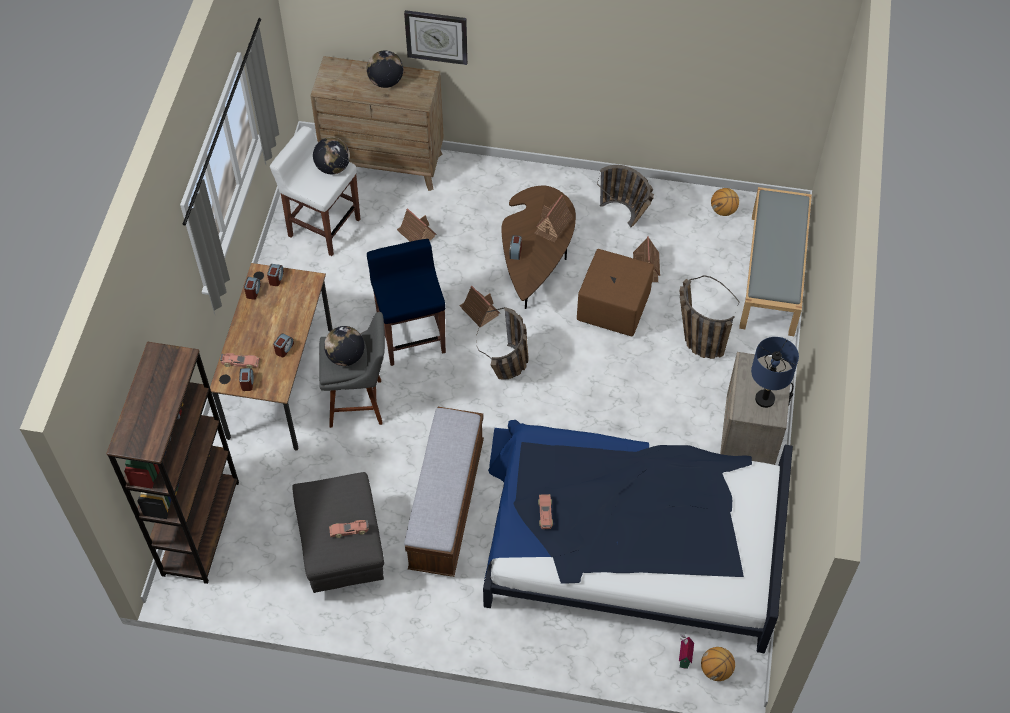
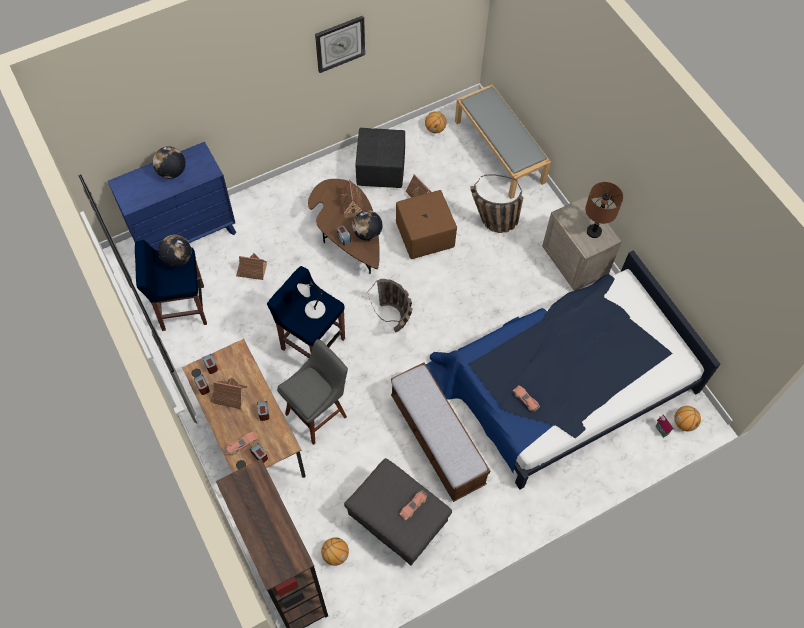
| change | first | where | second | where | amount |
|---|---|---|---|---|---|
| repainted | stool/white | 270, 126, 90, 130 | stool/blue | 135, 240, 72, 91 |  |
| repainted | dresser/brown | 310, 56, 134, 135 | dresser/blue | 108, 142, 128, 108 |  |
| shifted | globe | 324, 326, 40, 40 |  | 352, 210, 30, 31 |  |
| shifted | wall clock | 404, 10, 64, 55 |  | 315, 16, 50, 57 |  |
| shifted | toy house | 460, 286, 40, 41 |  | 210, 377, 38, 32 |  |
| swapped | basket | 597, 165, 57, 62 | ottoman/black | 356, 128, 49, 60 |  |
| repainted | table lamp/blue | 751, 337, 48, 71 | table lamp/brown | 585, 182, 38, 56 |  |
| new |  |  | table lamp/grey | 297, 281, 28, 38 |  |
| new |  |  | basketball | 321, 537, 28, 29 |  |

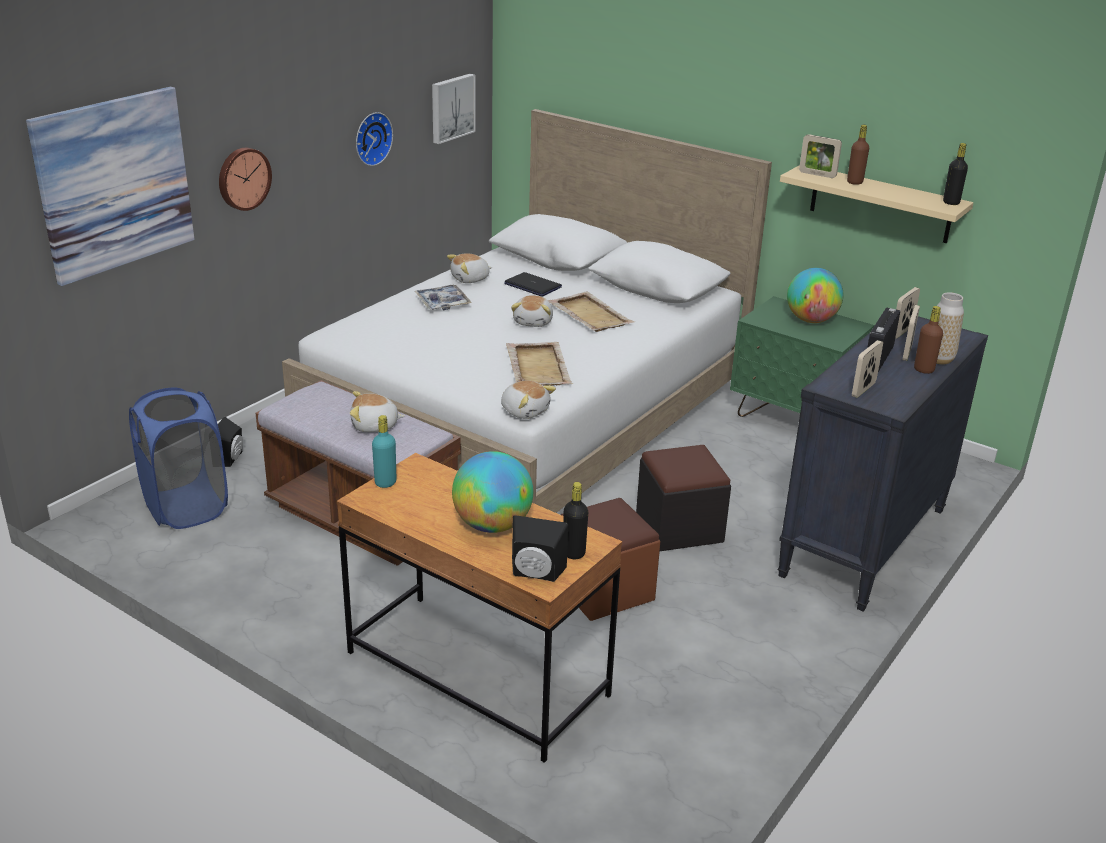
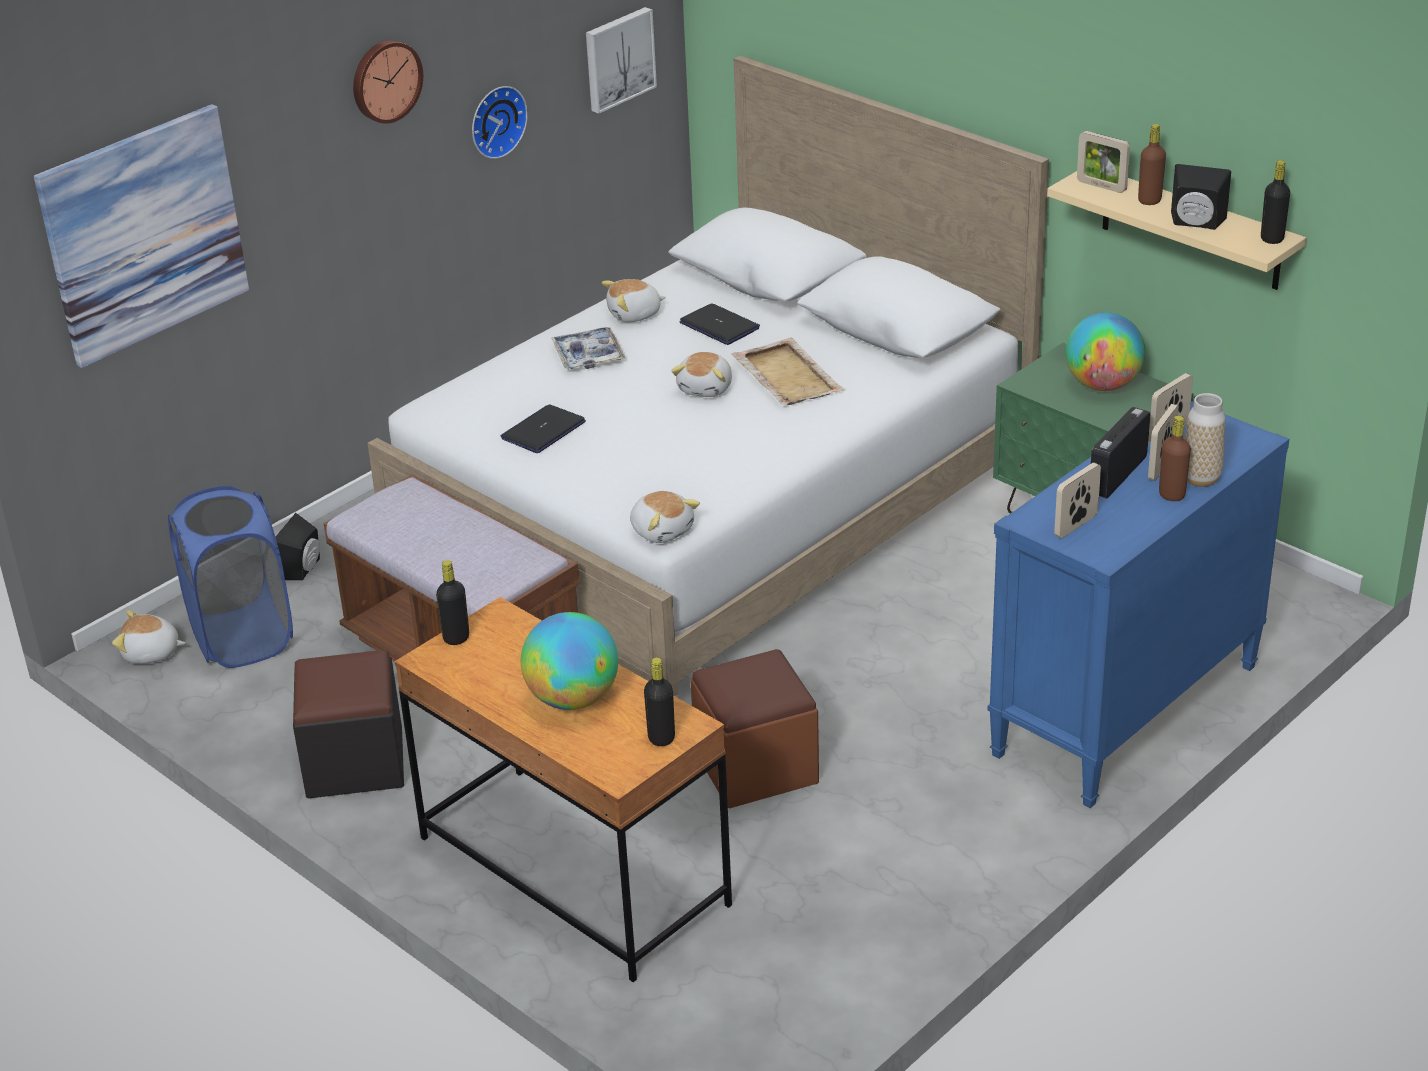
| change | first | where | second | where | amount |
|---|---|---|---|---|---|
| shifted | wall clock | 219, 148, 53, 63 |  | 353, 40, 70, 84 |  |
| shifted | plush toy | 350, 391, 55, 41 |  | 112, 610, 73, 54 |  |
| repainted | bottle/turquoise | 372, 415, 24, 73 | bottle/black | 436, 560, 33, 85 |  |
| gone | tray/beige | 506, 342, 67, 44 |  |  |  |
| shifted | speaker/black | 512, 515, 57, 67 |  | 1171, 164, 60, 66 |  |
| shifted | ottoman/black | 636, 445, 95, 106 |  | 293, 650, 111, 149 |  |
| repainted | dresser/black | 777, 316, 211, 295 | dresser/blue | 987, 401, 302, 407 |  |
| new |  |  | laptop | 500, 404, 86, 49 |  |

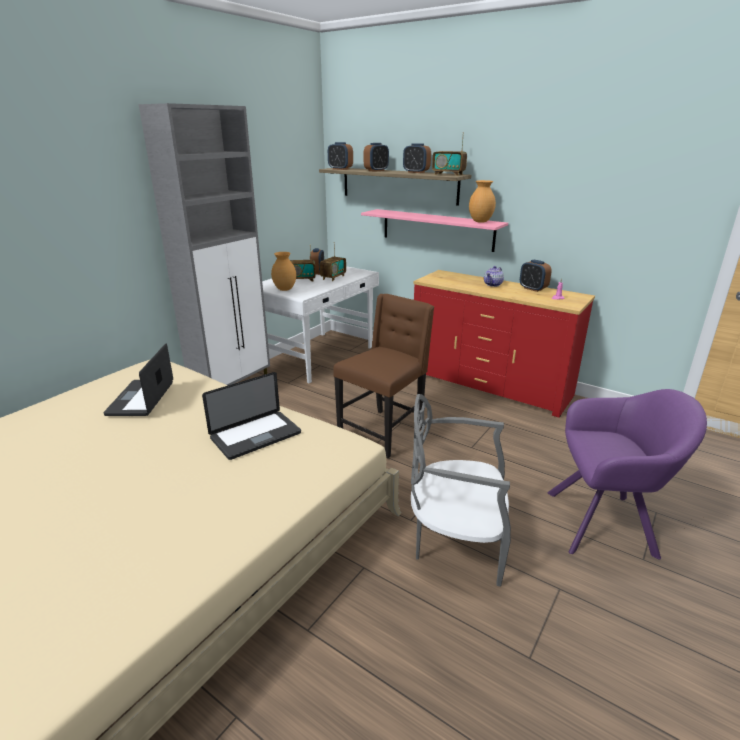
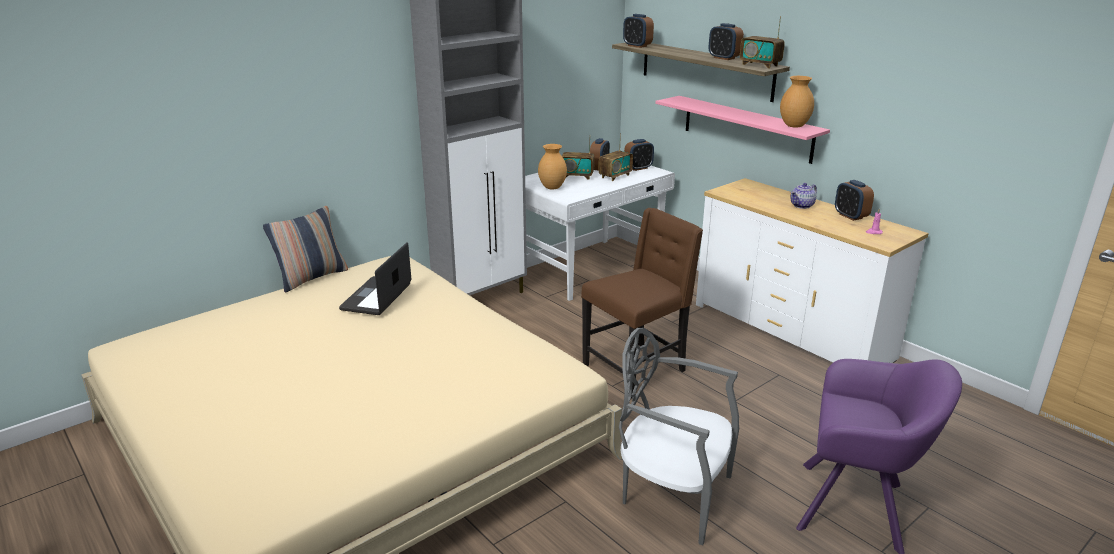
| change | first | where | second | where | amount |
|---|---|---|---|---|---|
| gone | laptop | 202, 372, 99, 88 |  |  |  |
| shifted | alarm clock | 364, 143, 25, 29 |  | 624, 139, 30, 32 |  |
| repainted | dresser/red | 413, 270, 182, 148 | dresser/white | 696, 178, 233, 185 |  |
| new |  |  | pillow | 263, 206, 85, 87 |  |

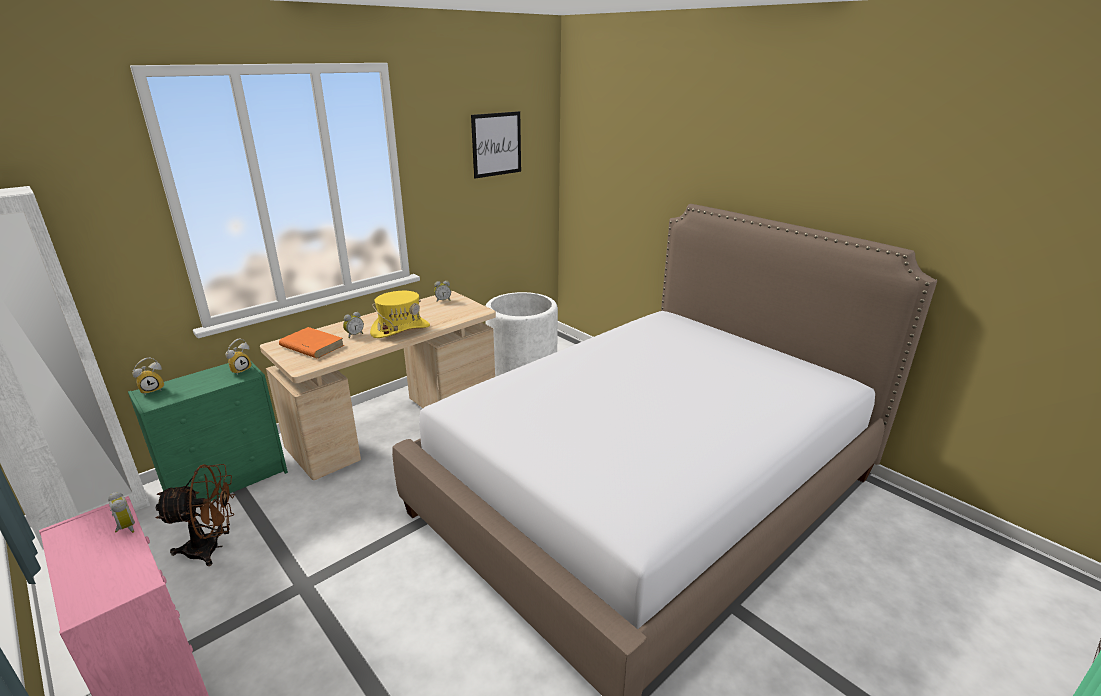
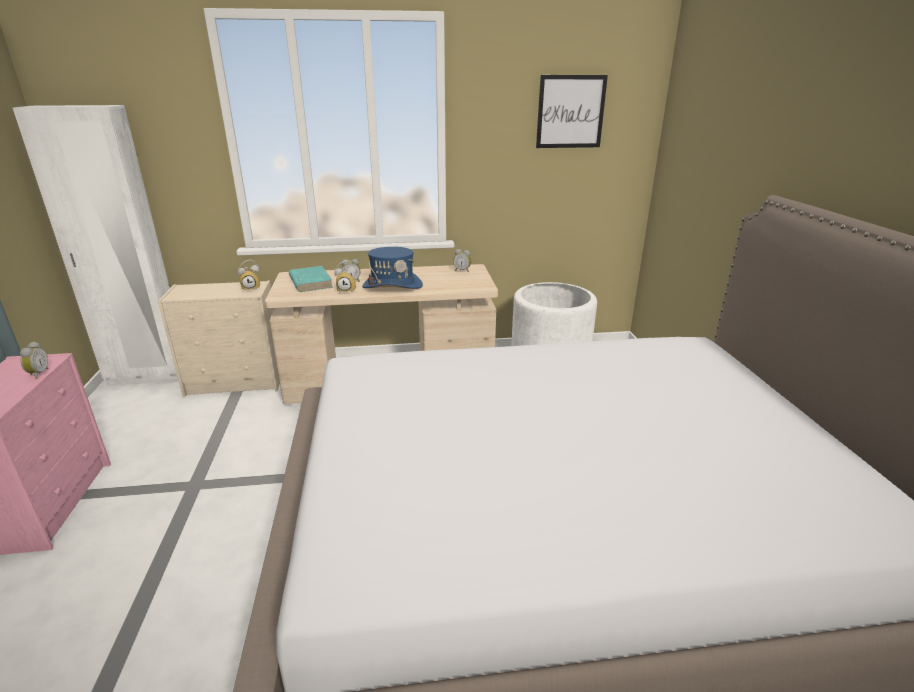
| change | first | where | second | where | amount |
|---|---|---|---|---|---|
| repainted | dresser/green | 128, 361, 160, 140 | dresser/beige | 158, 281, 122, 116 |  |
| shifted | alarm clock | 133, 357, 31, 38 |  | 334, 260, 23, 32 |  |
| gone | fan/brown | 155, 464, 80, 102 |  |  |  |
| repainted | book/orange | 279, 327, 65, 31 | book/turquoise | 289, 266, 44, 26 |  |
| repainted | hat/yellow | 370, 291, 60, 47 | hat/blue | 362, 247, 61, 42 |  |

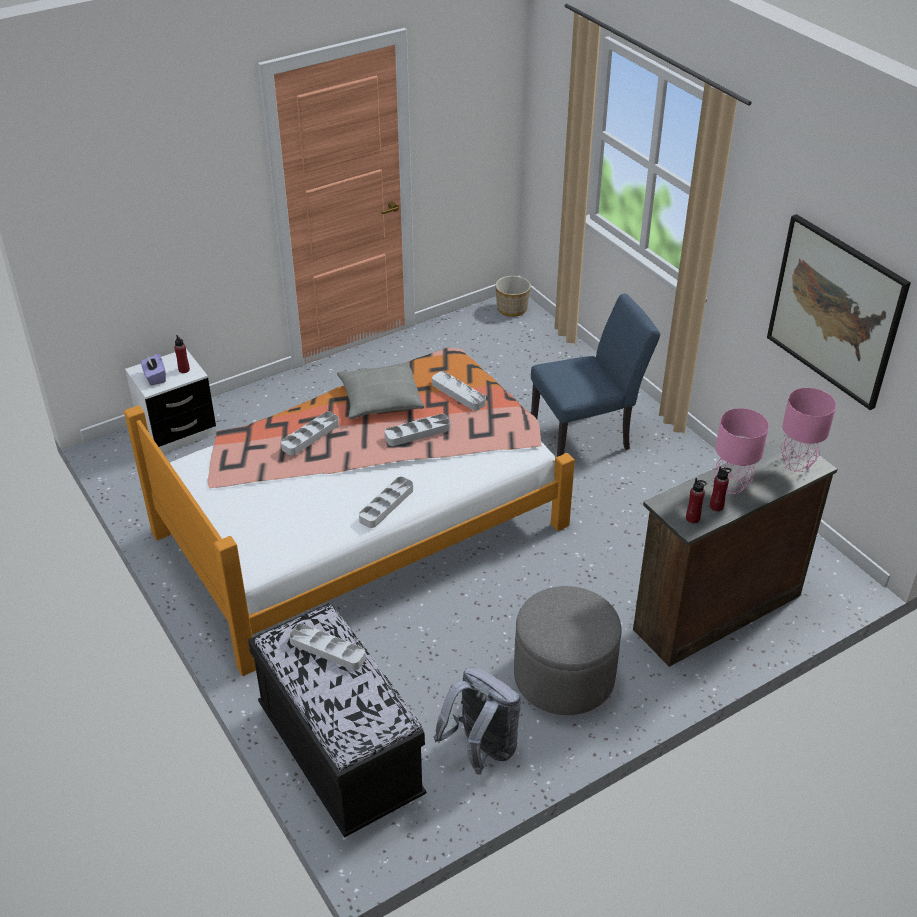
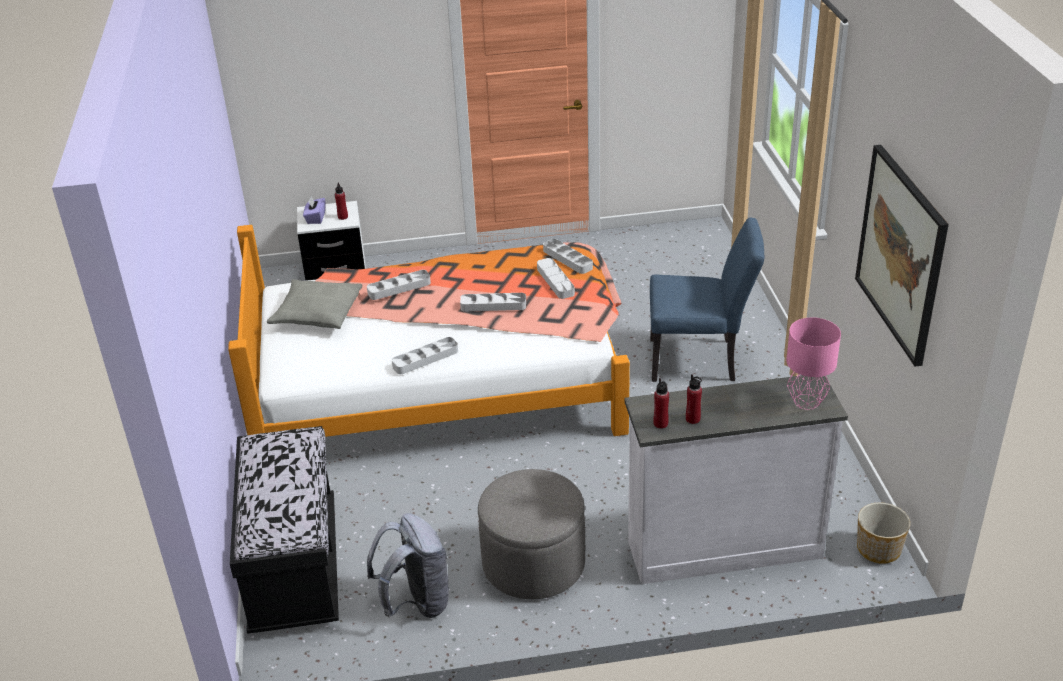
| change | first | where | second | where | amount |
|---|---|---|---|---|---|
| shifted | tray/grey | 289, 623, 77, 47 |  | 543, 239, 50, 35 |  |
| shifted | pillow/grey | 337, 362, 87, 57 |  | 267, 279, 95, 50 |  |
| shifted | planter | 495, 276, 36, 41 |  | 857, 502, 53, 62 |  |
| repainted | dresser/brown | 633, 435, 204, 232 | dresser/white | 624, 375, 224, 209 |  |
| gone | table lamp/pink | 715, 408, 54, 86 |  |  |  |

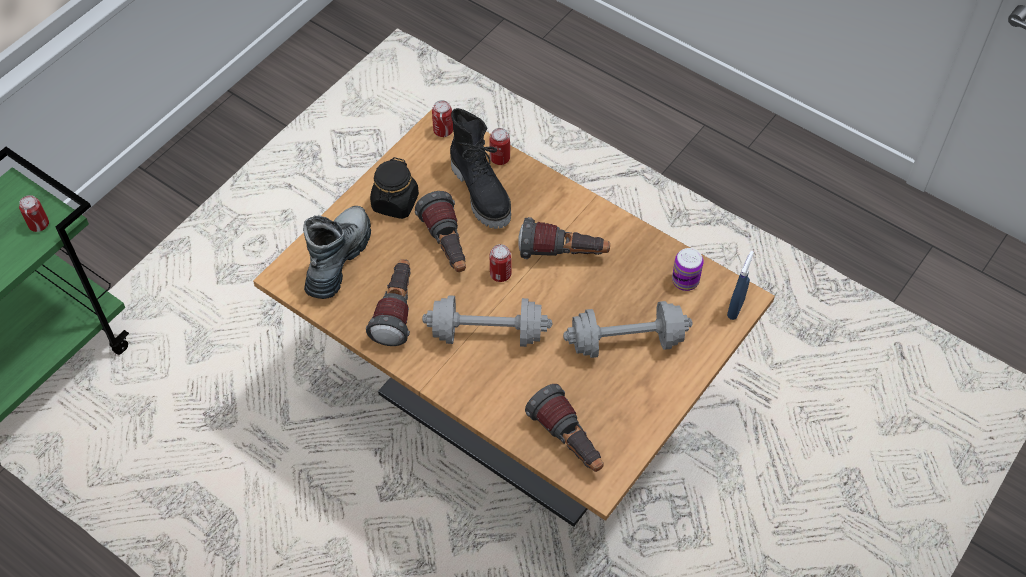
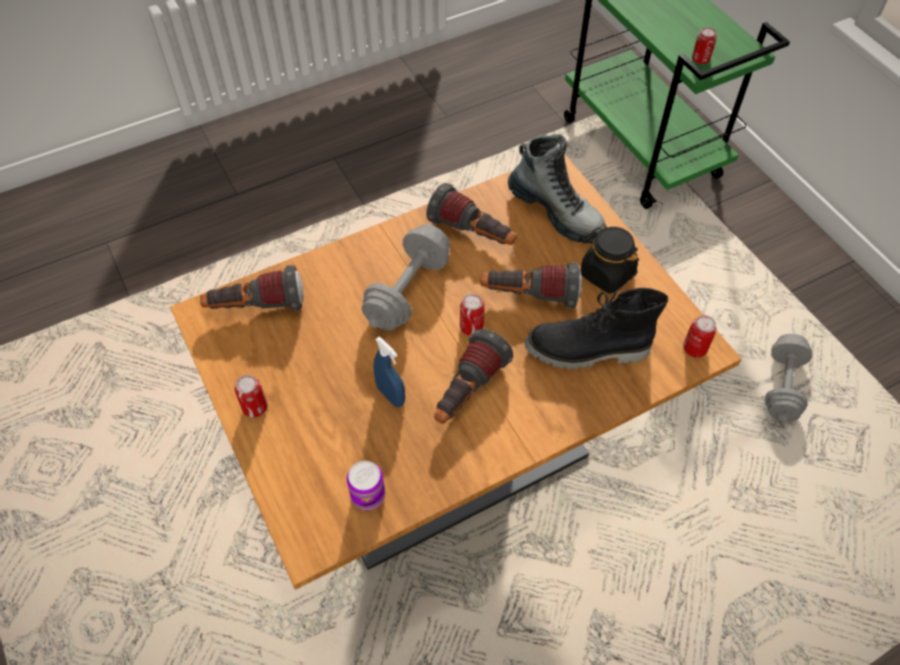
| change | first | where | second | where | amount |
|---|---|---|---|---|---|
| shifted | can | 490, 128, 20, 37 |  | 235, 375, 33, 43 |  |
| shifted | dumbbell/grey | 563, 301, 129, 57 |  | 765, 334, 47, 88 |  |
| shifted | spray bottle/blue | 727, 251, 26, 69 |  | 373, 336, 32, 71 |  |

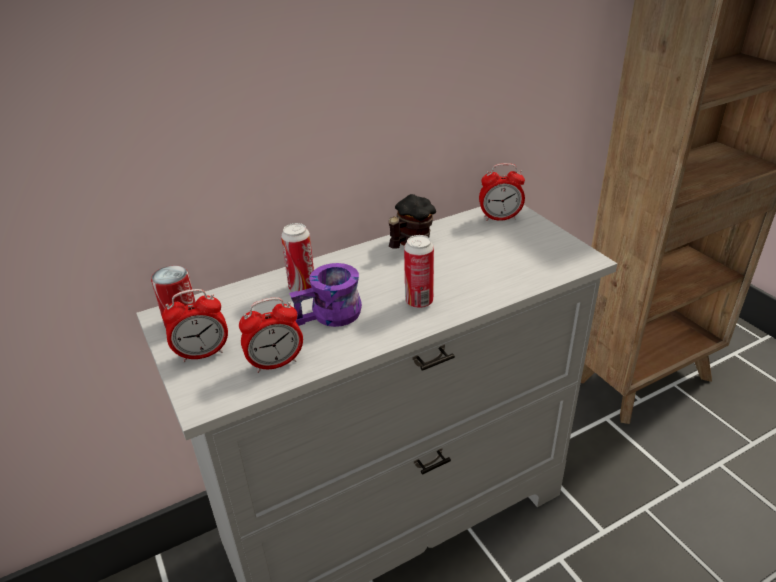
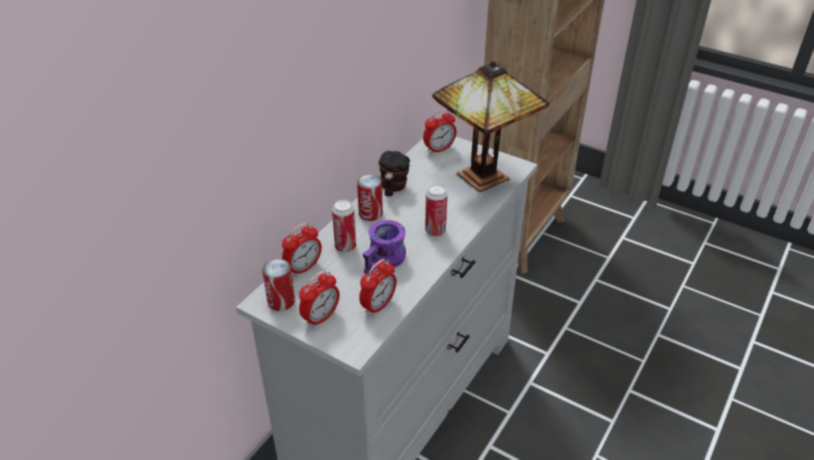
| change | first | where | second | where | amount |
|---|---|---|---|---|---|
| new |  |  | alarm clock | 282, 223, 40, 54 |  |
| new |  |  | can | 357, 174, 26, 47 |  |
| new |  |  | table lamp | 432, 60, 117, 132 |  |

